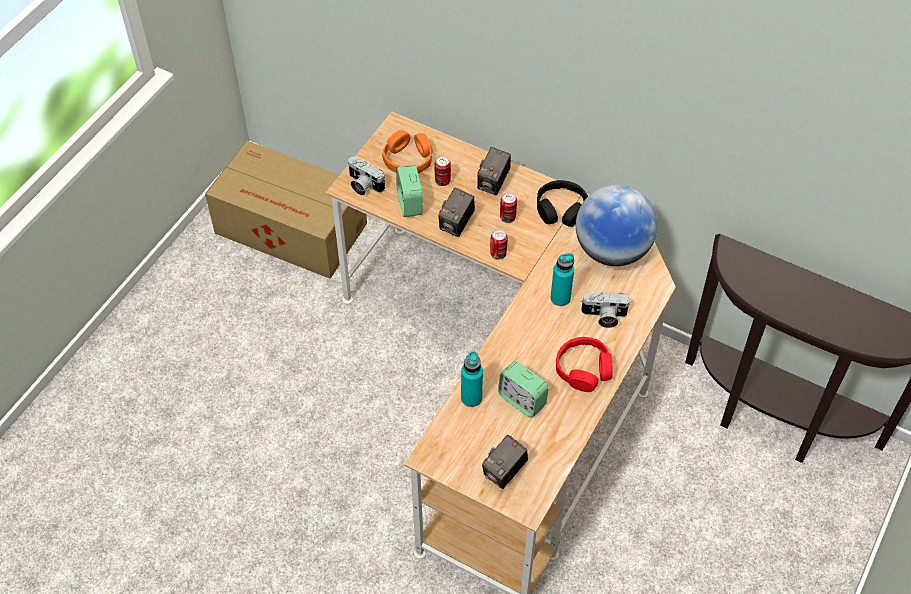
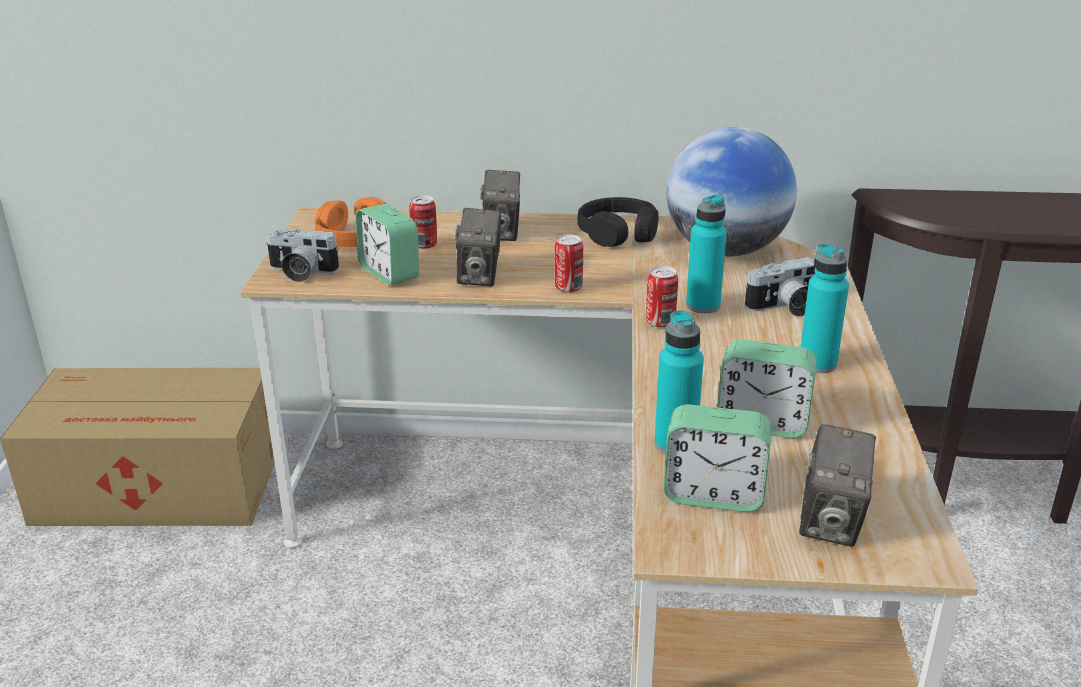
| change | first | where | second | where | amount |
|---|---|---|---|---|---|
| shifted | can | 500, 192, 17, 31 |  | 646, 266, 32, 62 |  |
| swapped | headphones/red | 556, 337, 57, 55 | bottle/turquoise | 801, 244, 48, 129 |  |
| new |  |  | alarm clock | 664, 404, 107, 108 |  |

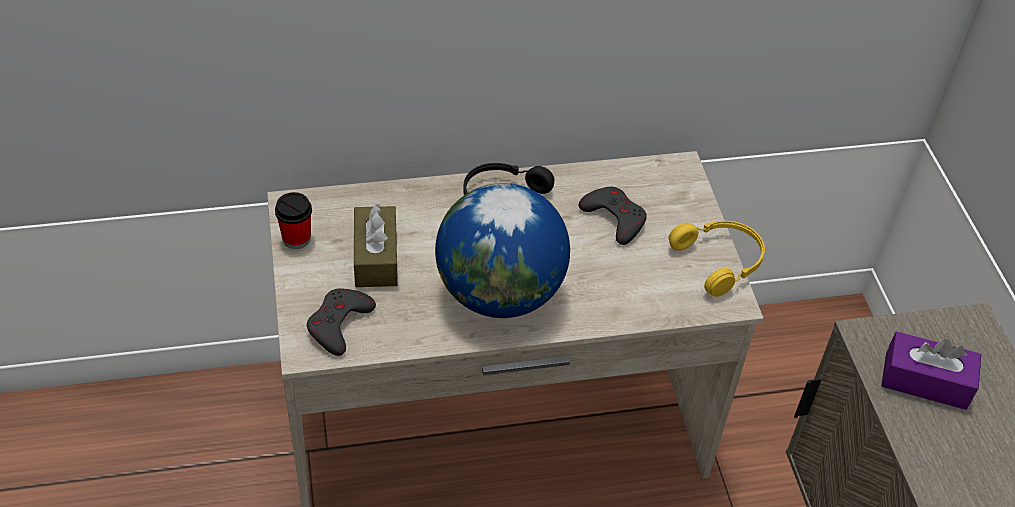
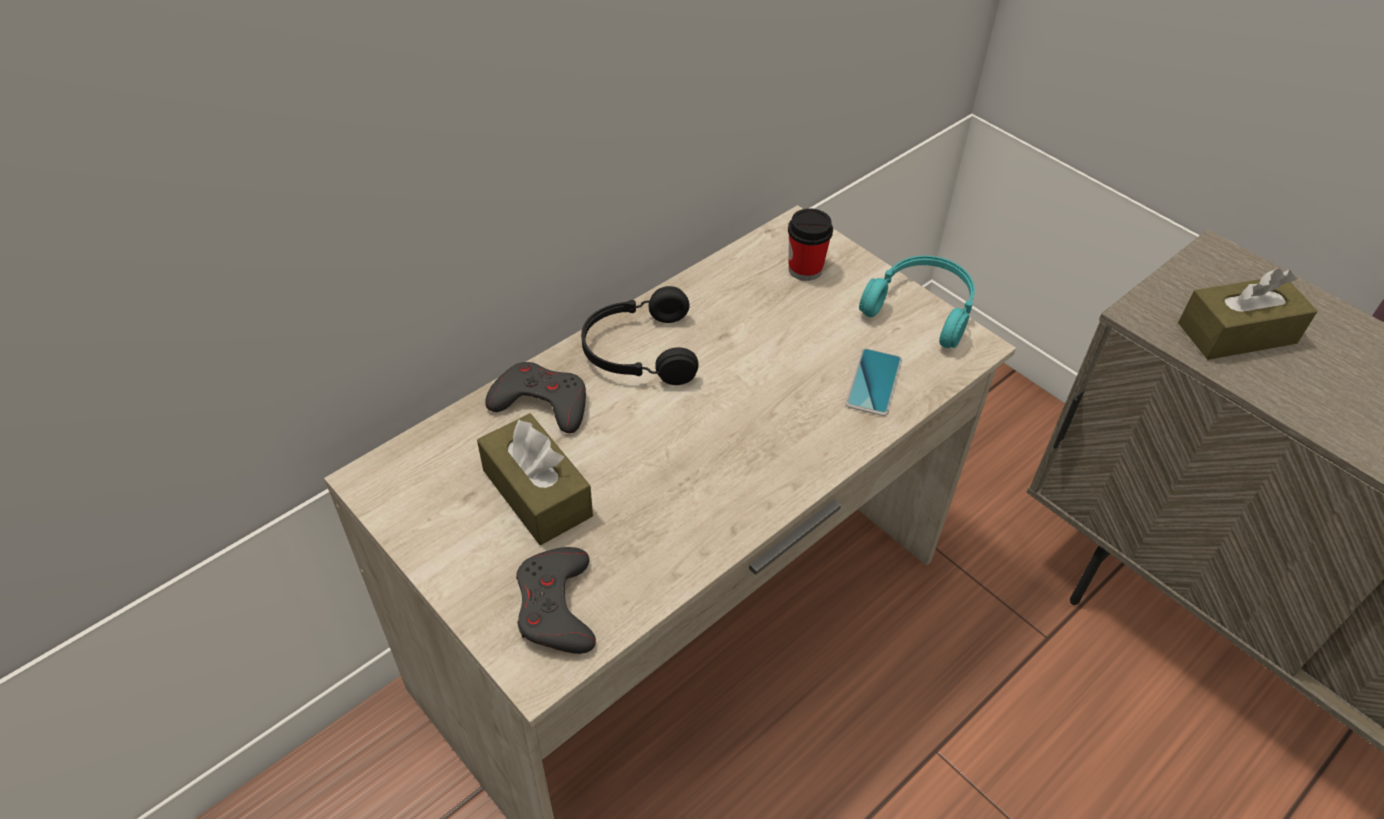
| change | first | where | second | where | amount |
|---|---|---|---|---|---|
| shifted | cup | 275, 192, 37, 57 |  | 788, 209, 45, 72 |  |
| gone | globe | 435, 183, 135, 135 |  |  |  |
| shifted | game controller/grey | 579, 186, 68, 59 |  | 485, 362, 101, 71 |  |
| repainted | headphones/yellow | 669, 221, 96, 76 | headphones/turquoise | 859, 255, 116, 93 |  |
| repainted | tissue box/purple | 881, 331, 100, 79 | tissue box/brown | 1178, 268, 139, 92 |  |
| new |  |  | phone | 846, 348, 56, 68 |  |

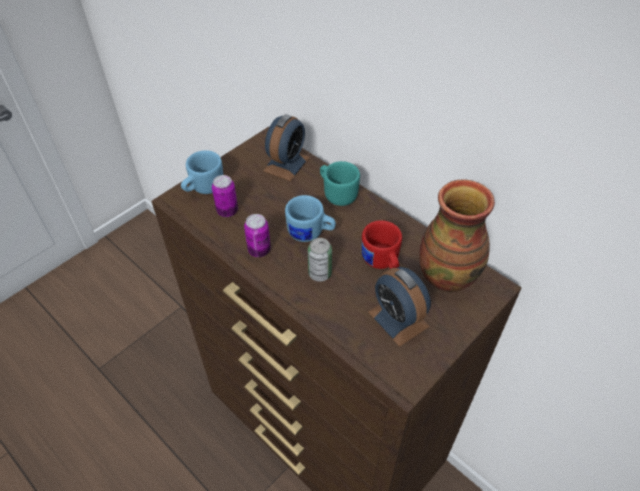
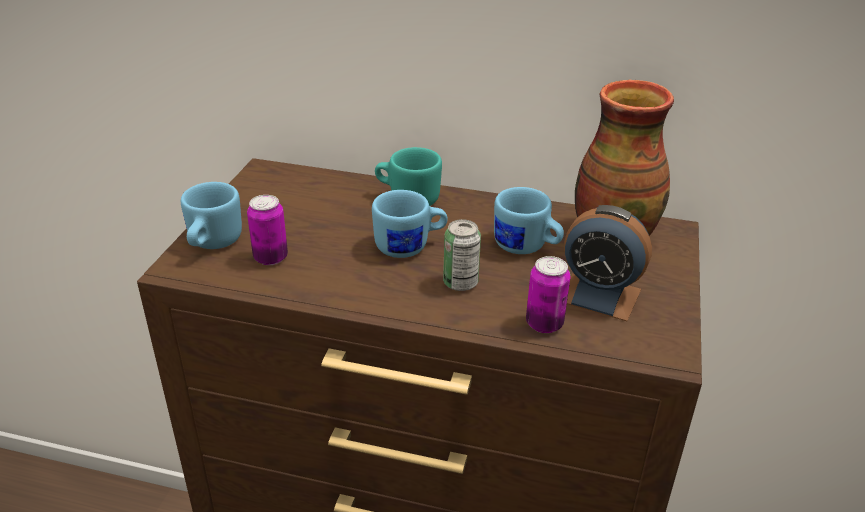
| change | first | where | second | where | amount |
|---|---|---|---|---|---|
| shifted | can | 244, 214, 27, 43 |  | 526, 256, 44, 77 |  |
| gone | alarm clock | 263, 114, 47, 67 |  |  |  |
| repainted | mug/red | 362, 220, 40, 49 | mug/blue | 494, 187, 70, 67 |  |

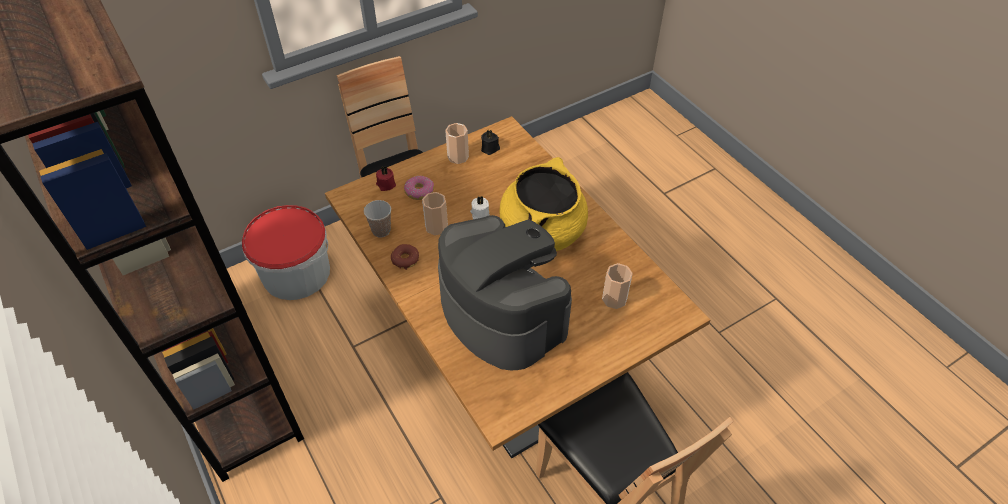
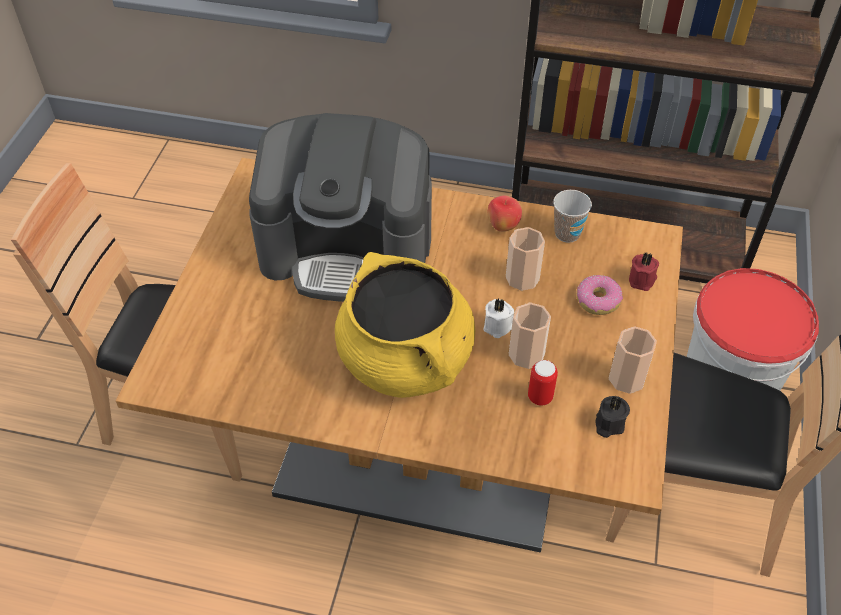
| change | first | where | second | where | amount |
|---|---|---|---|---|---|
| swapped | donut | 391, 244, 28, 26 | apple | 488, 195, 34, 37 |  |
| shifted | cup | 602, 263, 31, 46 |  | 509, 302, 42, 67 |  |
| new |  |  | can | 528, 360, 30, 46 |  |

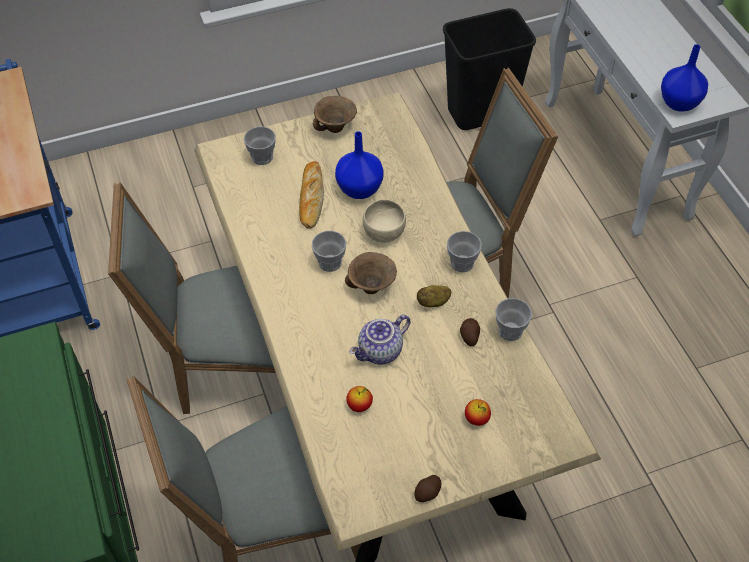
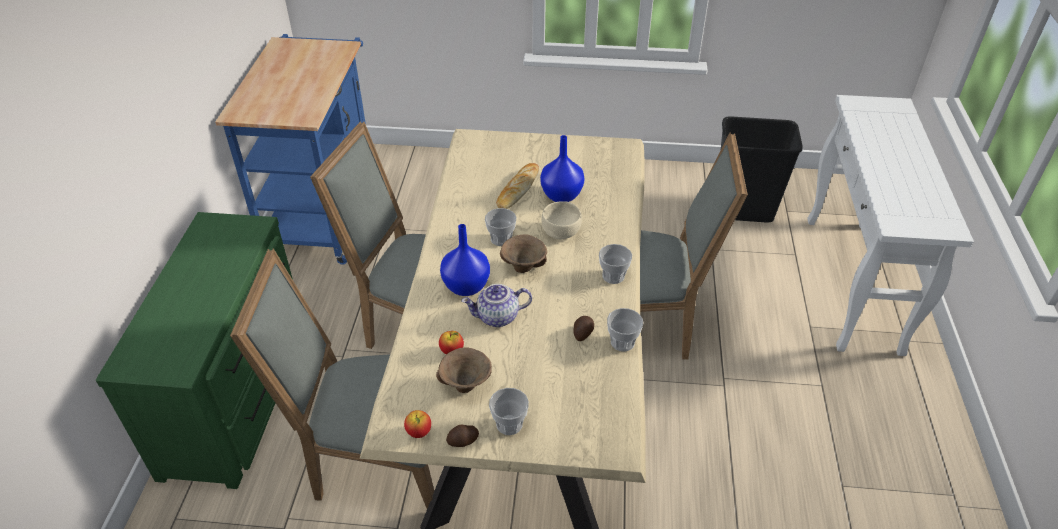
| change | first | where | second | where | amount |
|---|---|---|---|---|---|
| shifted | cup | 244, 127, 32, 38 |  | 489, 388, 40, 47 |  |
| shifted | bowl/brown | 313, 96, 44, 37 |  | 436, 347, 56, 46 |  |
| gone | potato | 417, 285, 34, 23 |  |  |  |
| shifted | apple | 465, 399, 26, 27 |  | 404, 410, 27, 28 |  |
| shifted | vase/blue | 661, 44, 47, 68 |  | 440, 224, 50, 72 |  |

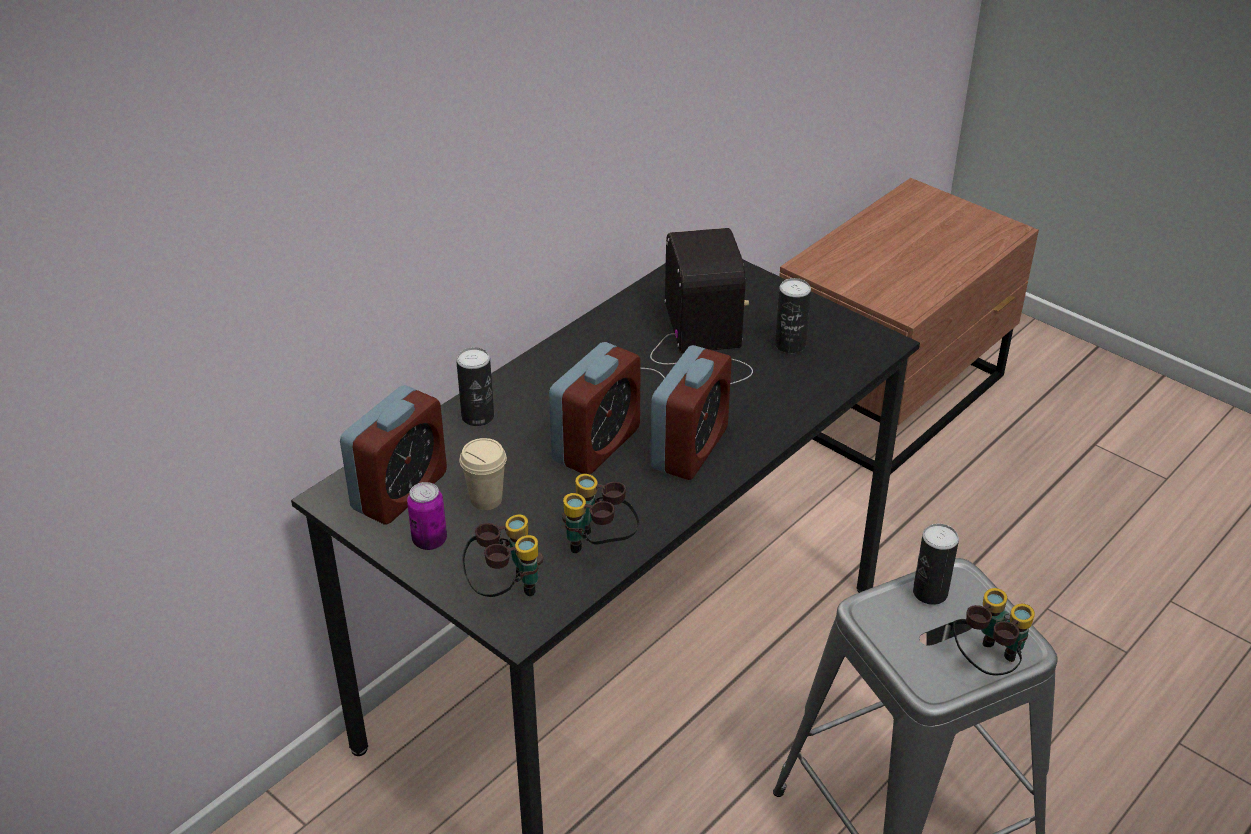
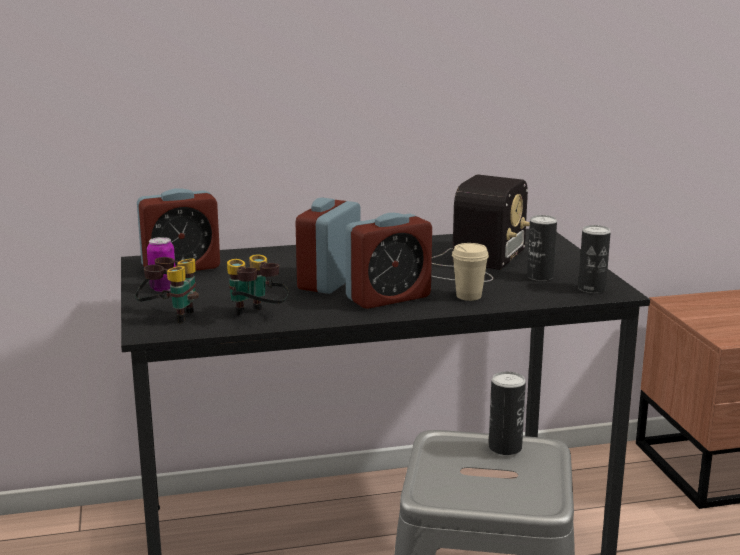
| change | first | where | second | where | amount |
|---|---|---|---|---|---|
| shifted | can | 456, 347, 38, 79 |  | 578, 225, 33, 68 |  |
| shifted | cup/beige | 459, 438, 48, 72 |  | 452, 243, 37, 58 |  |
| rotated | alarm clock | 549, 342, 92, 132 |  | 295, 198, 65, 96 | 135 degrees clockwise |
| gone | binoculars | 953, 588, 82, 87 |  |  |  |

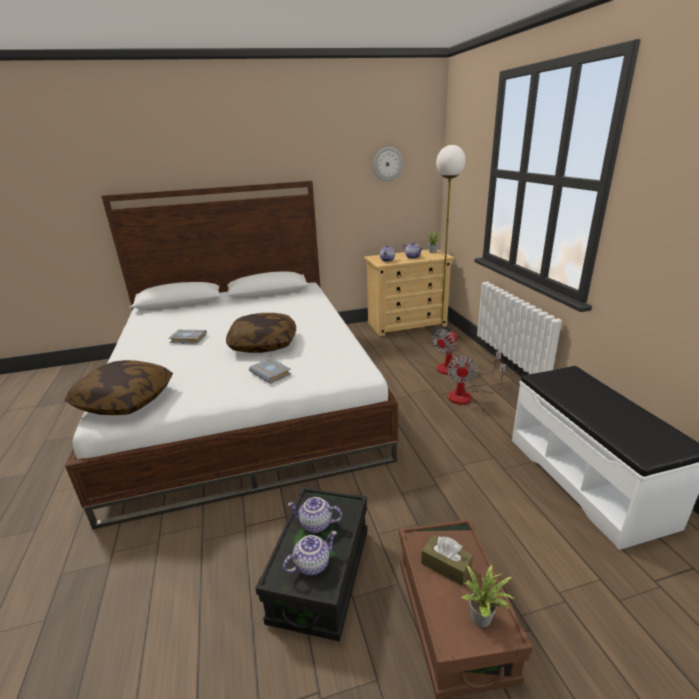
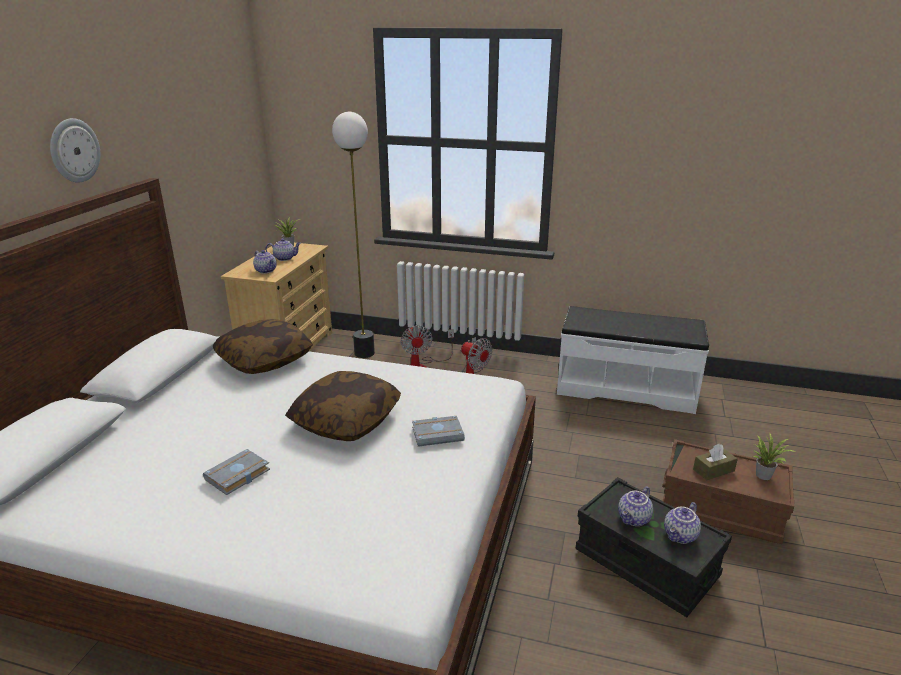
| change | first | where | second | where | amount |
|---|---|---|---|---|---|
| shifted | pillow | 64, 360, 109, 55 |  | 213, 319, 100, 55 |  |
| rotated | teapot | 283, 531, 54, 44 |  | 664, 502, 37, 42 | 135 degrees counterclockwise |
| shifted | wall clock | 373, 147, 30, 34 |  | 50, 118, 50, 65 |  |

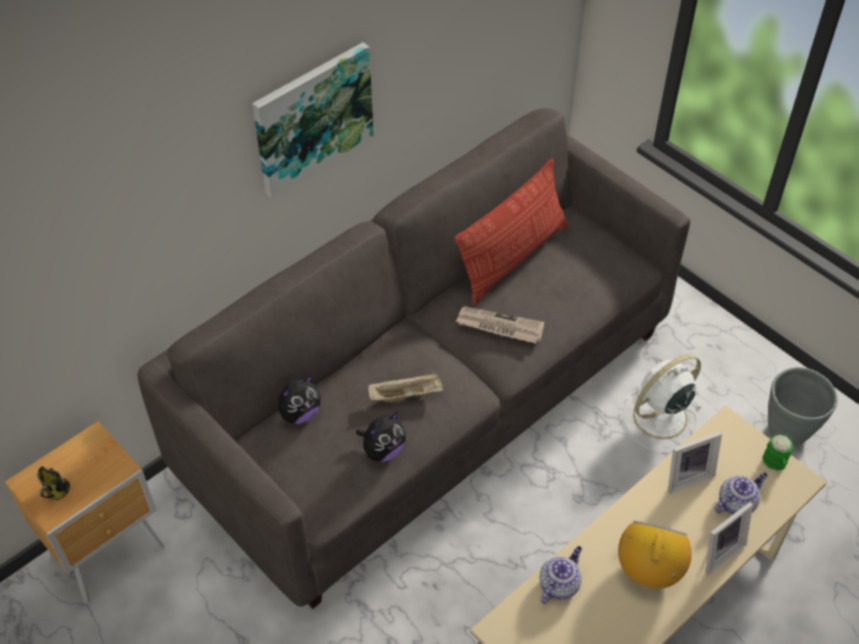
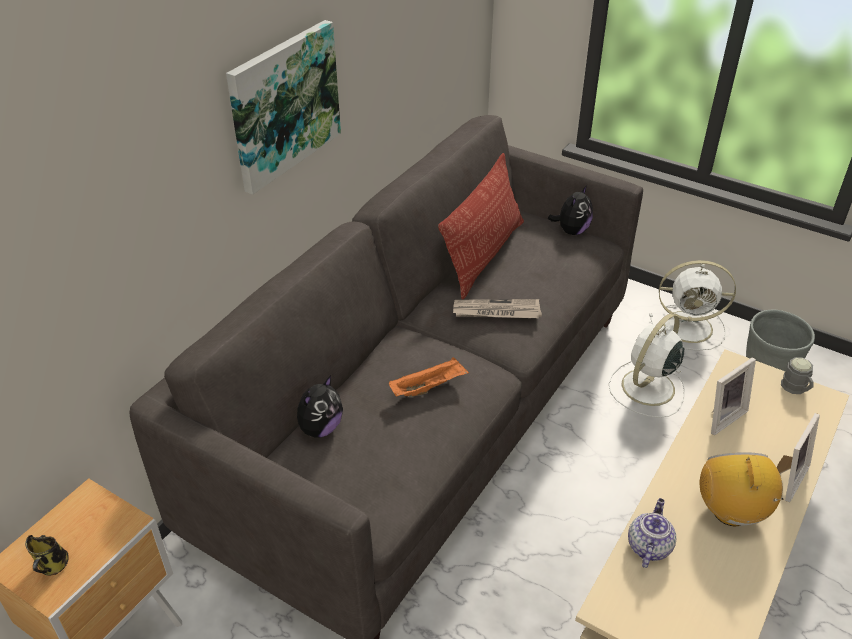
| change | first | where | second | where | amount |
|---|---|---|---|---|---|
| shifted | plush toy | 356, 412, 50, 50 |  | 548, 185, 45, 50 |  |
| repainted | tray/beige | 368, 372, 76, 30 | tray/orange | 389, 357, 80, 40 |  |
| gone | teapot | 715, 472, 53, 43 |  |  |  |
| repainted | mug/green | 762, 434, 31, 36 | mug/grey | 781, 357, 33, 37 |  |
| new |  |  | fan/white | 649, 260, 87, 91 |  |

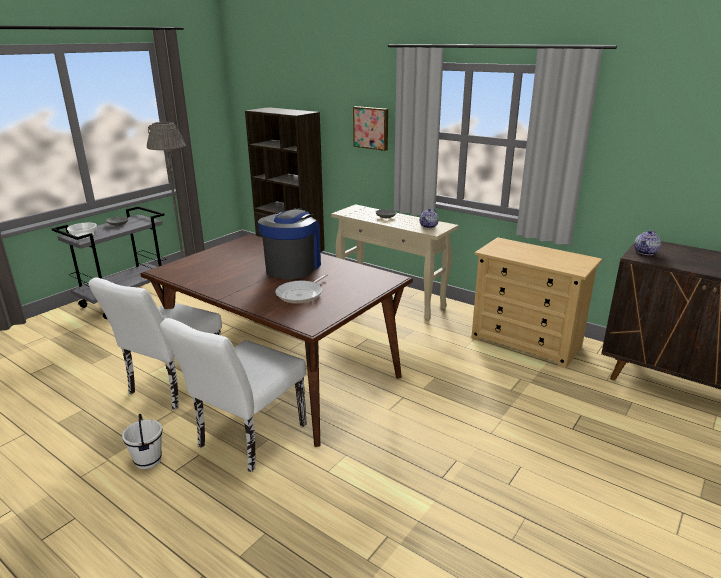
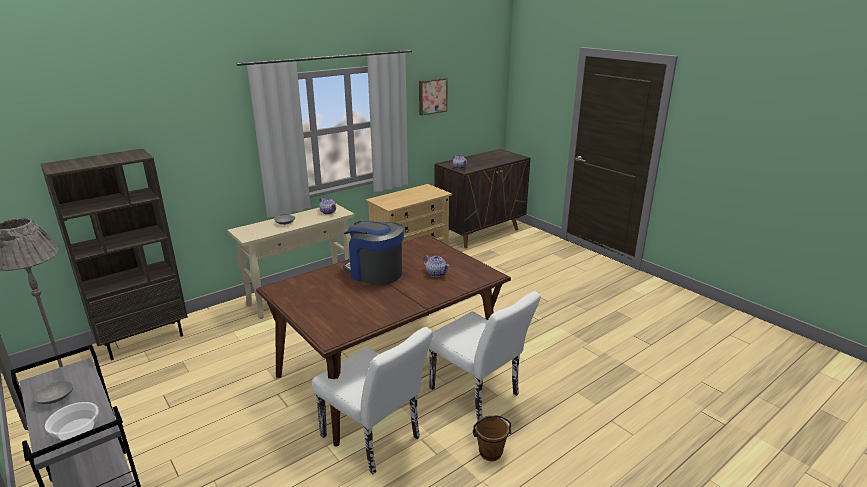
| change | first | where | second | where | amount |
|---|---|---|---|---|---|
| repainted | bucket/white | 122, 414, 40, 55 | bucket/brown | 473, 416, 38, 45 |  |
| swapped | frying pan | 275, 274, 53, 30 | teapot | 423, 255, 26, 22 |  |
| shifted | picture | 353, 106, 35, 45 |  | 419, 78, 29, 38 |  |

